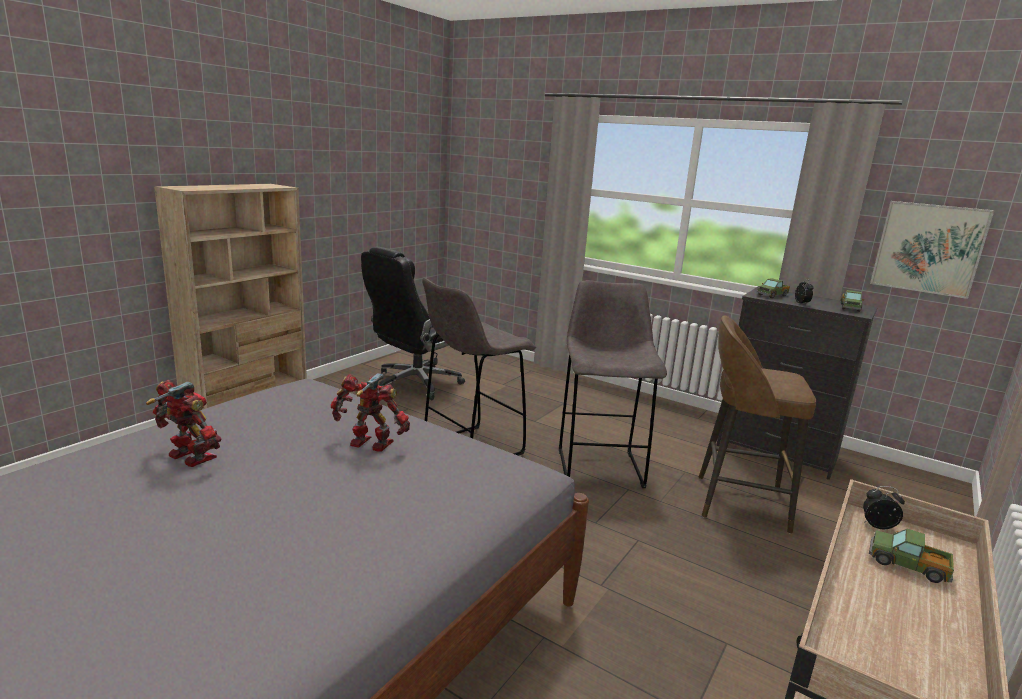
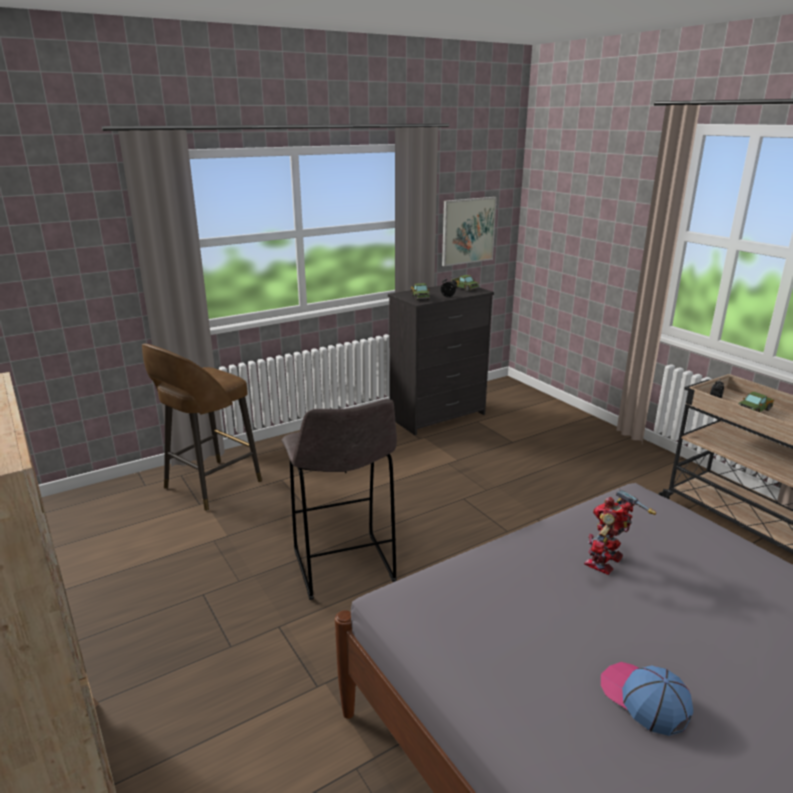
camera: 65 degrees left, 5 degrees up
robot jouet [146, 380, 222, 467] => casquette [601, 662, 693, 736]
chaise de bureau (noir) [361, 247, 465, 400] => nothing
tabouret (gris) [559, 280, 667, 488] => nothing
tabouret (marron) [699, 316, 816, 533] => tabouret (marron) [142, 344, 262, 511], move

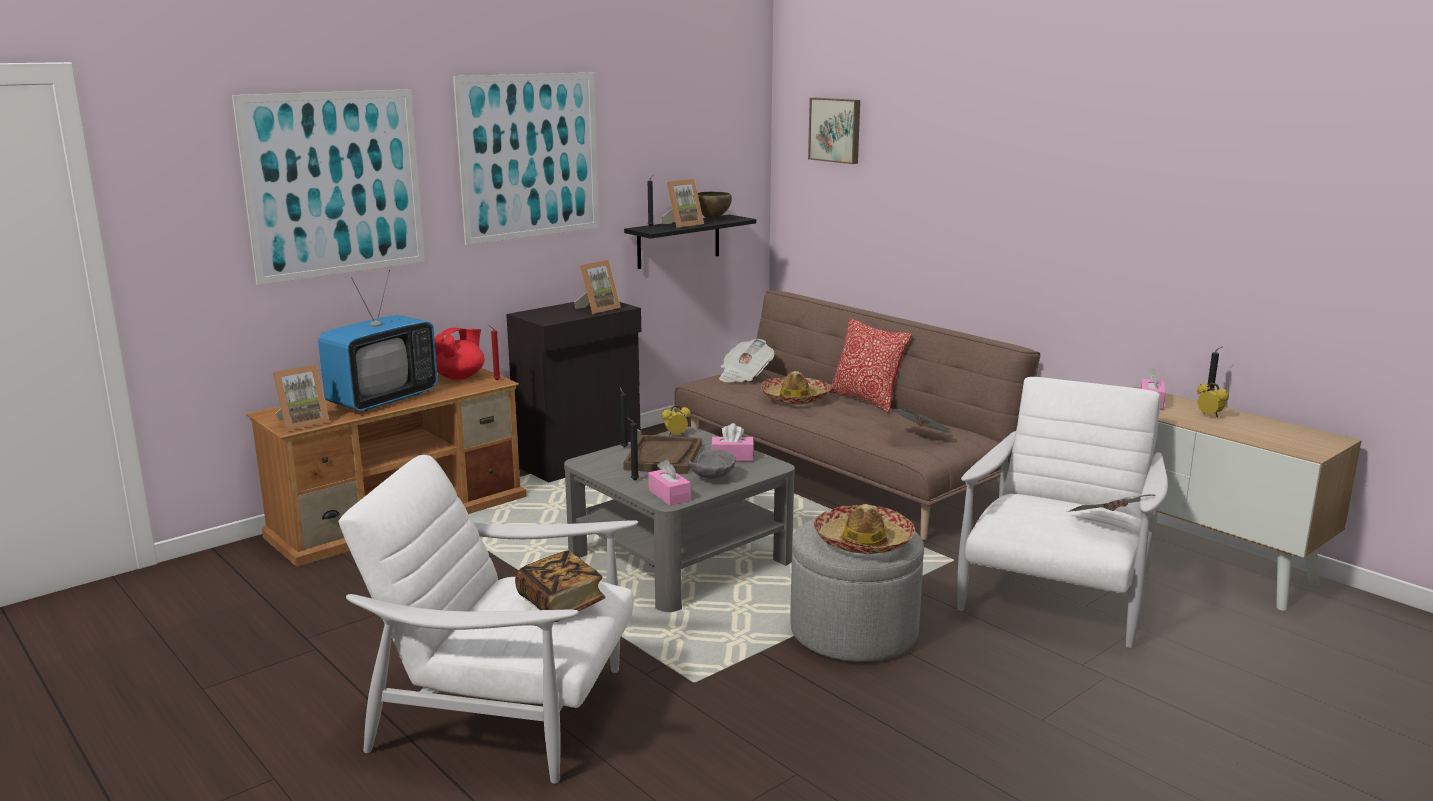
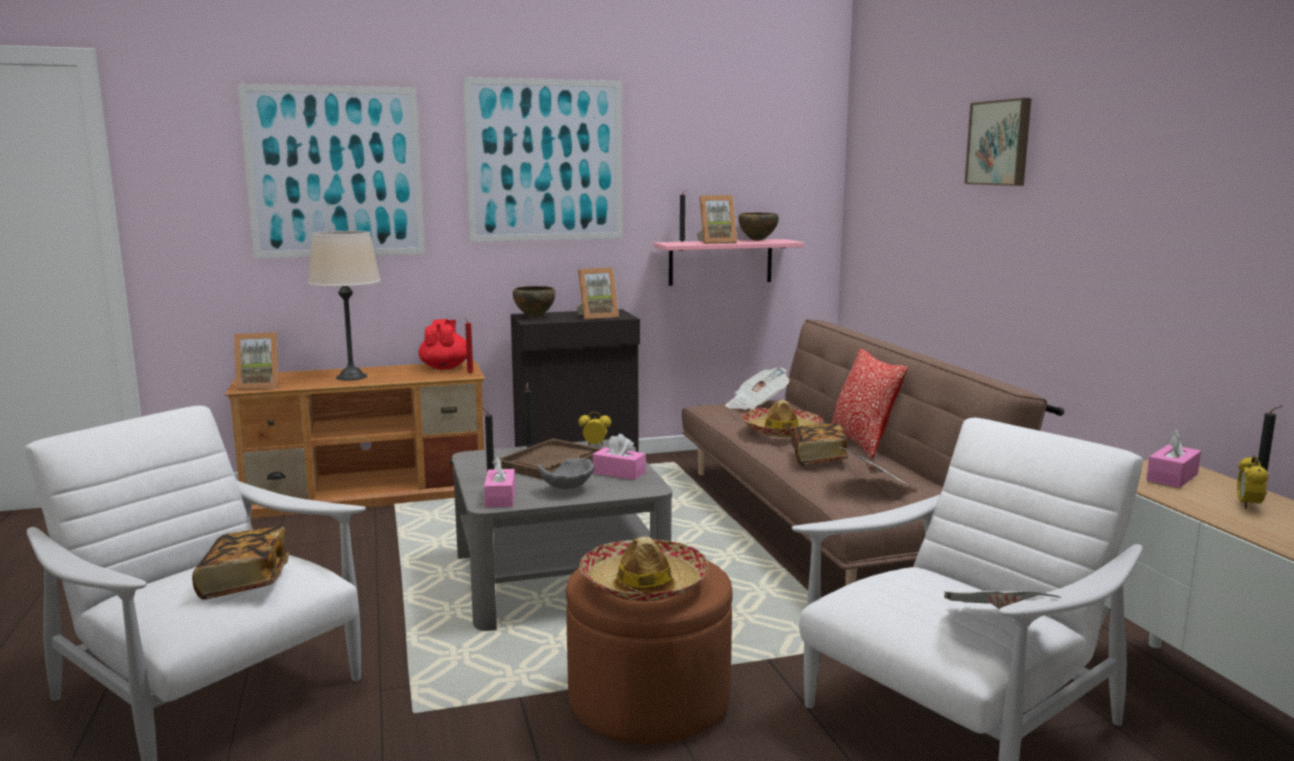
camera: 25 degrees right, 5 degrees down
téléviseur [318, 270, 438, 411] => lampe de table (beige) [308, 231, 381, 380]
théière (rouge) [435, 328, 485, 380] => théière (rouge) [419, 319, 467, 370], 60 degrees counterclockwise
étagère (noir) [624, 215, 756, 269] => étagère (rose) [653, 239, 804, 286]
pouf (gris) [790, 518, 924, 662] => pouf (marron) [566, 560, 733, 744]
tableau [808, 98, 860, 164] => tableau [964, 98, 1031, 186], move
réveil [1197, 383, 1229, 418] => réveil [1237, 455, 1269, 509], 150 degrees counterclockwise
nothing => bol (marron) [513, 286, 556, 317]
nothing => livre [791, 424, 848, 465]

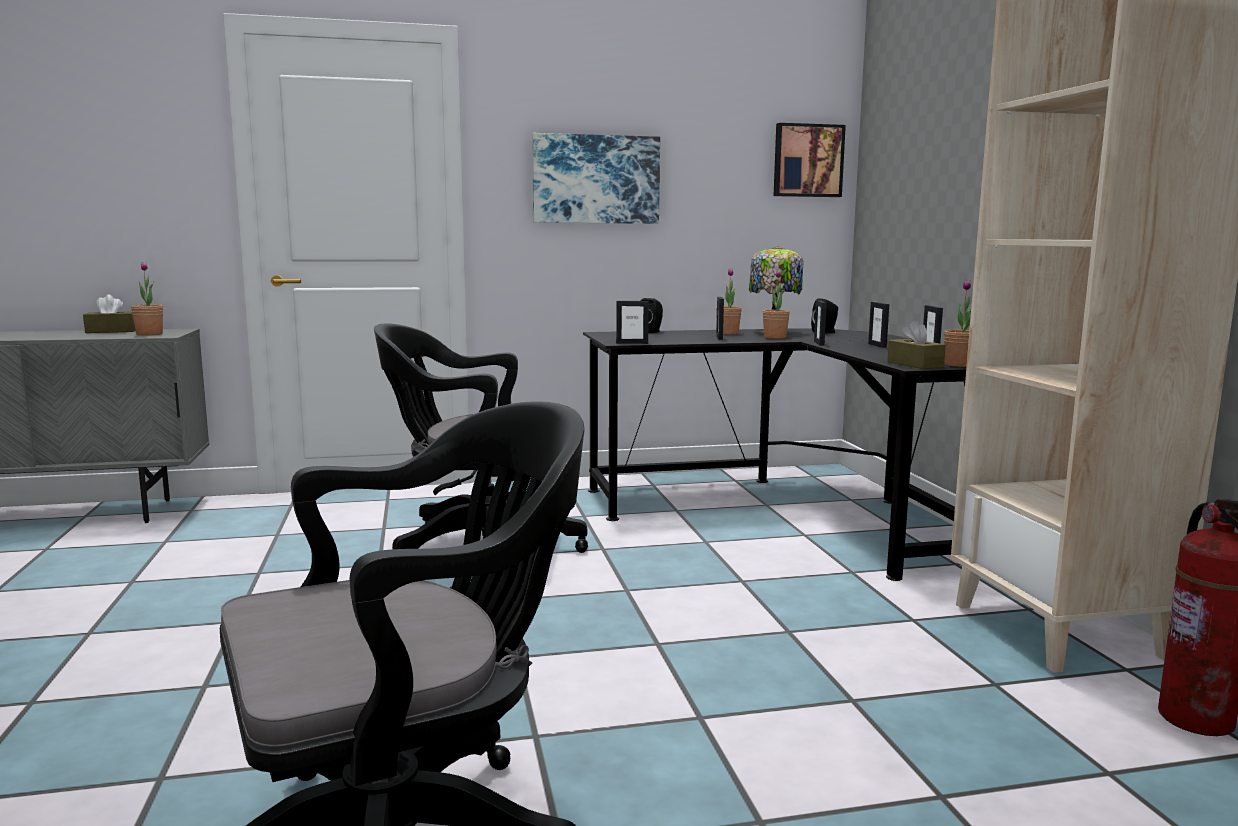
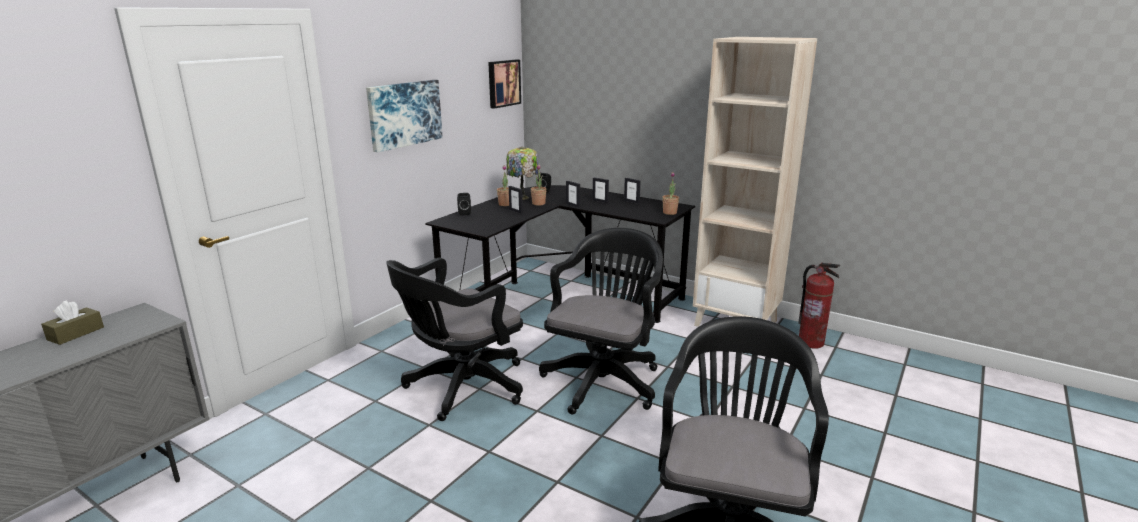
camera: 45 degrees left, 10 degrees up
plante en pot [131, 262, 163, 336] => nothing
cadre photo [616, 301, 649, 344] => nothing
boîte à mouchoirs (marron) [887, 320, 946, 369] => nothing
nothing => chaise de bureau (noir) [539, 228, 663, 415]

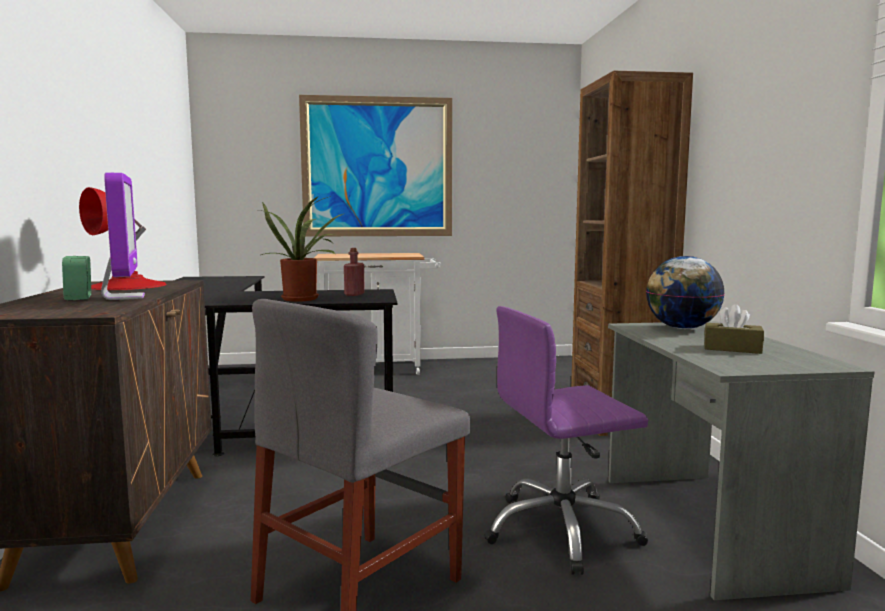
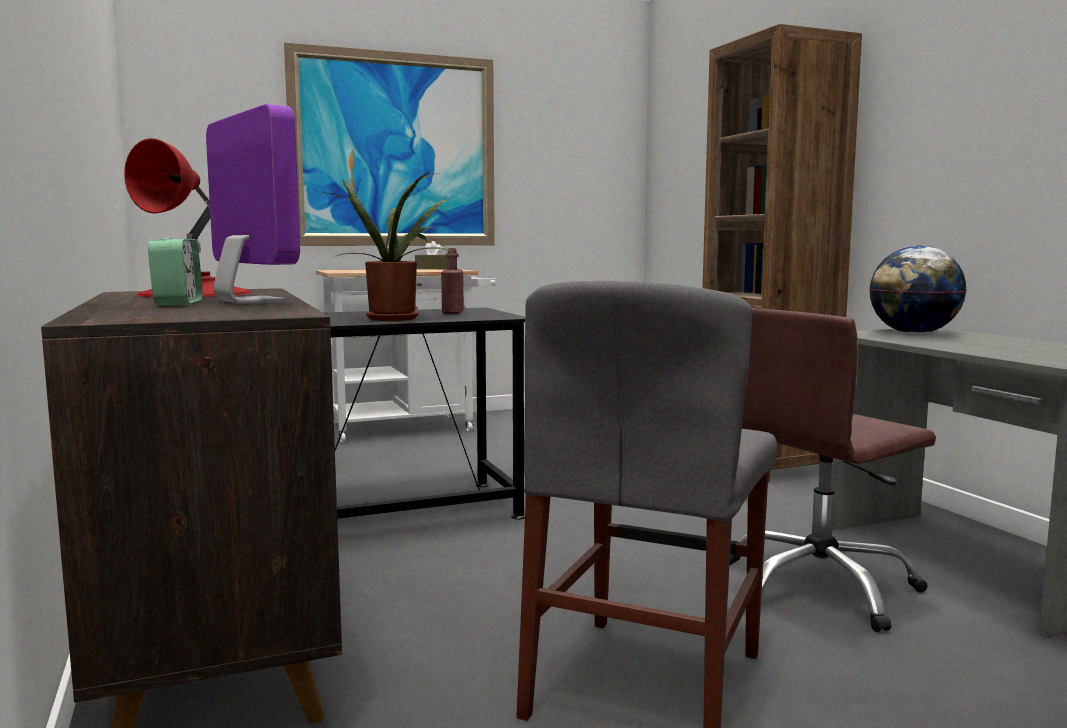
camera: 15 degrees left, 0 degrees up
réveil [62, 256, 91, 300] => réveil [148, 238, 203, 306], 150 degrees counterclockwise
chaise de bureau (violet) [484, 306, 648, 575] => chaise de bureau (marron) [730, 308, 936, 632]
boîte à mouchoirs (marron) [704, 304, 764, 354] => boîte à mouchoirs (marron) [415, 241, 448, 269], move

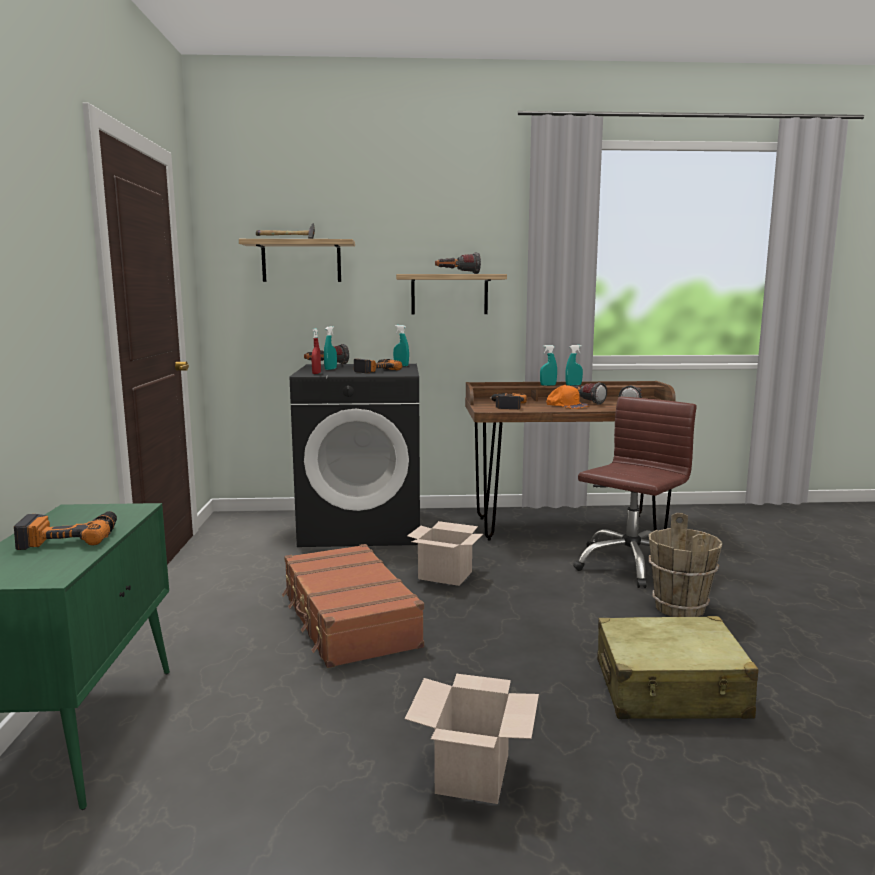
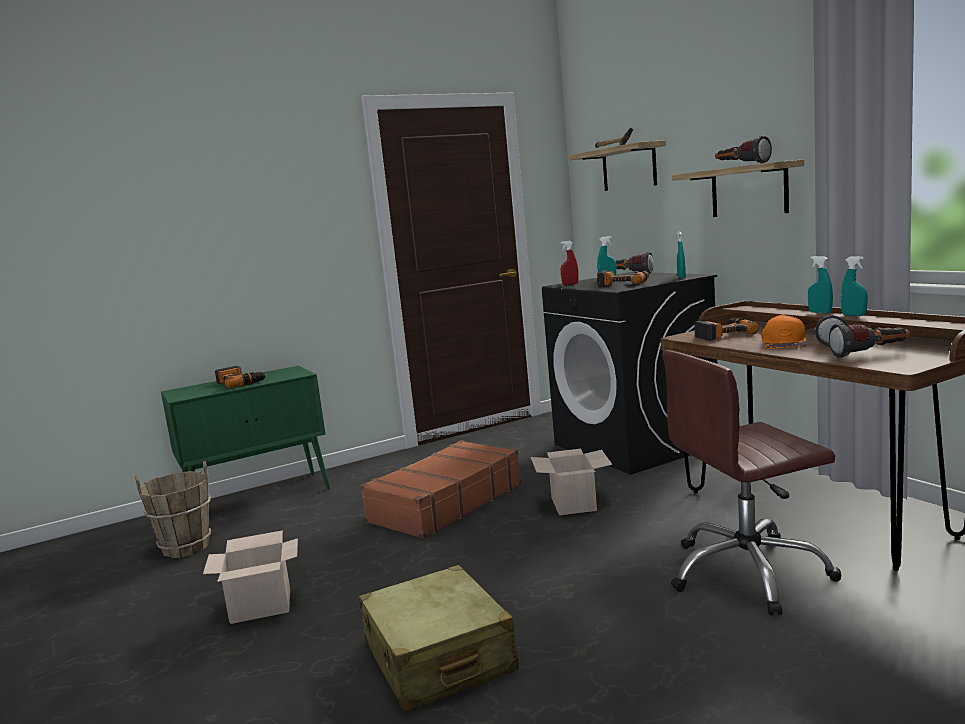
camera: 65 degrees right, 0 degrees up
chaise de bureau (marron) [573, 397, 697, 588] => chaise de bureau (marron) [662, 350, 842, 616], 150 degrees clockwise
seau (marron) [649, 513, 723, 617] => seau (marron) [135, 461, 211, 558], move

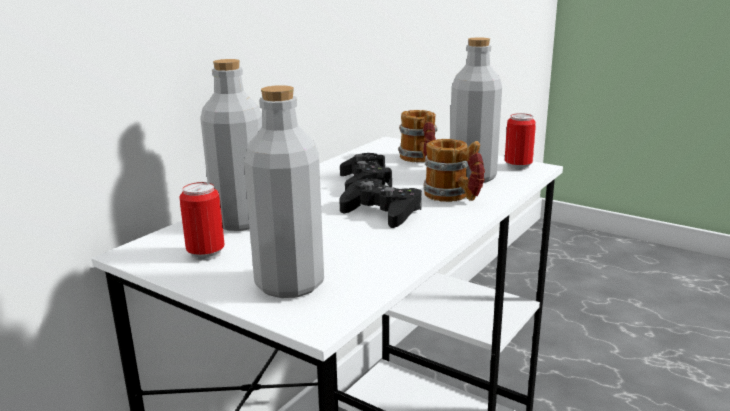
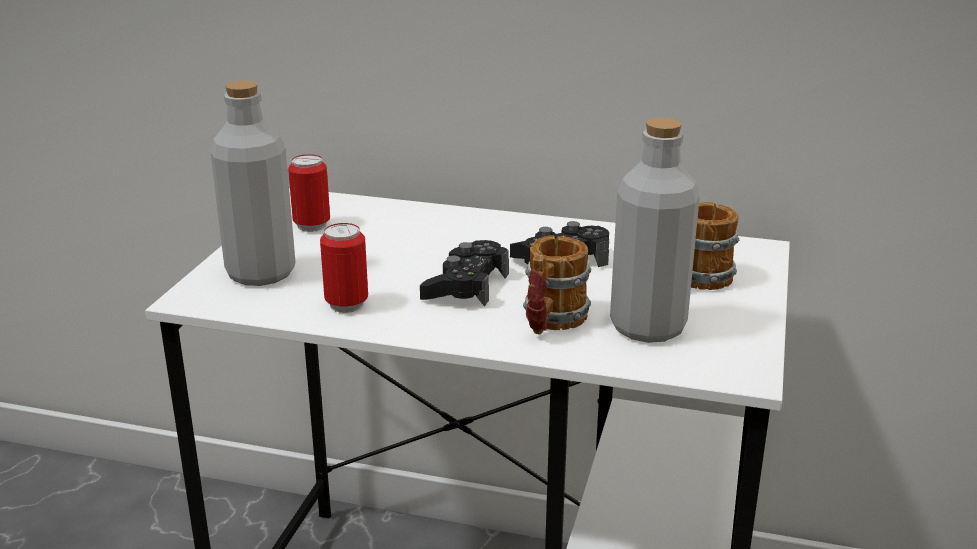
camera: 70 degrees right, 5 degrees up
bouteille (gris) [200, 59, 262, 231] => nothing
boîte métallique [505, 113, 536, 170] => boîte métallique [320, 223, 368, 313], move

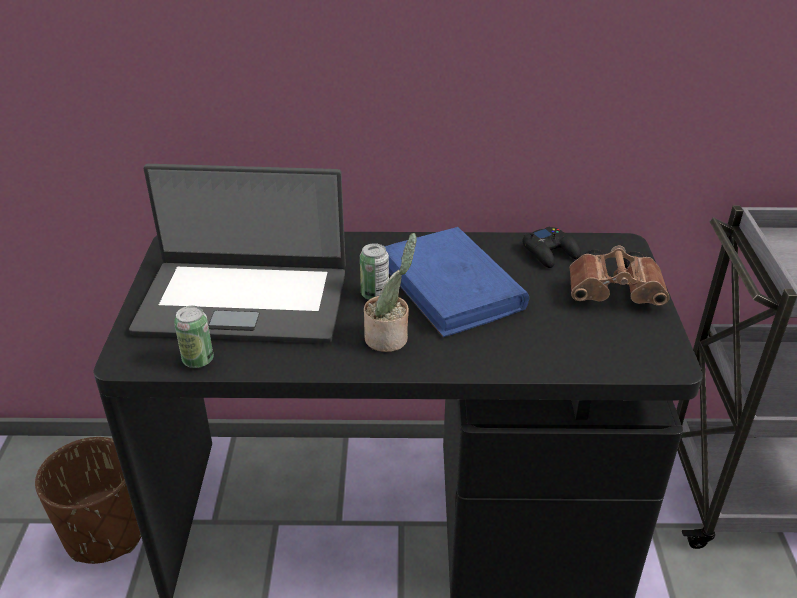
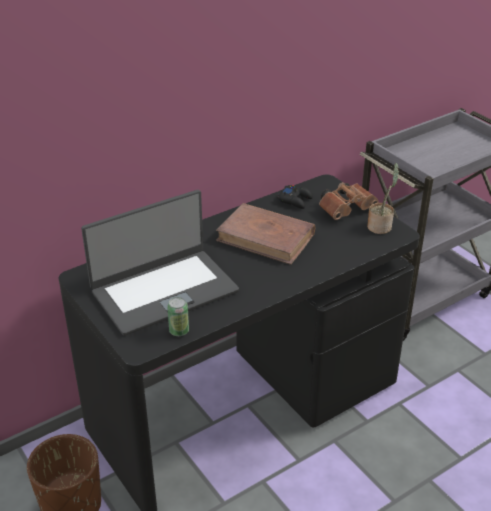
camera: 35 degrees left, 0 degrees up
boîte métallique [360, 243, 389, 300] => nothing
plante en pot [364, 233, 417, 352] => plante en pot [367, 163, 399, 234], move
livre (bleu) [384, 227, 529, 337] => livre (marron) [216, 203, 315, 265]

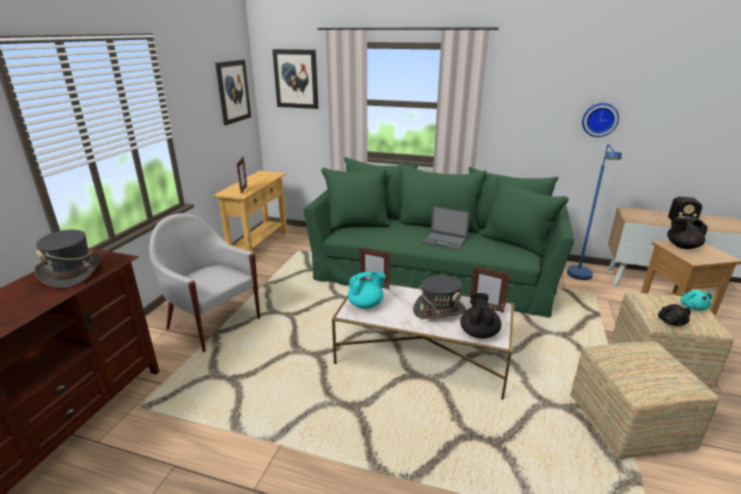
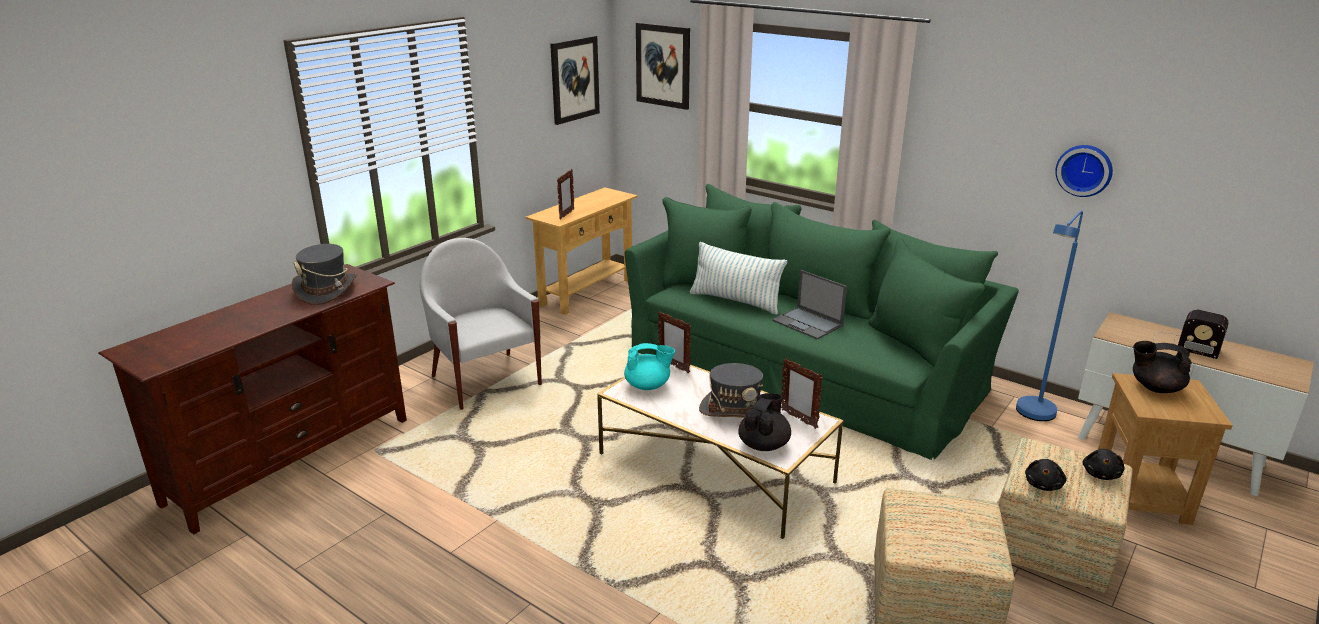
camera: 20 degrees right, 0 degrees up
peluche (turquoise) [681, 290, 712, 311] => peluche (noir) [1082, 449, 1124, 480]
nothing => coussin [690, 242, 787, 315]

